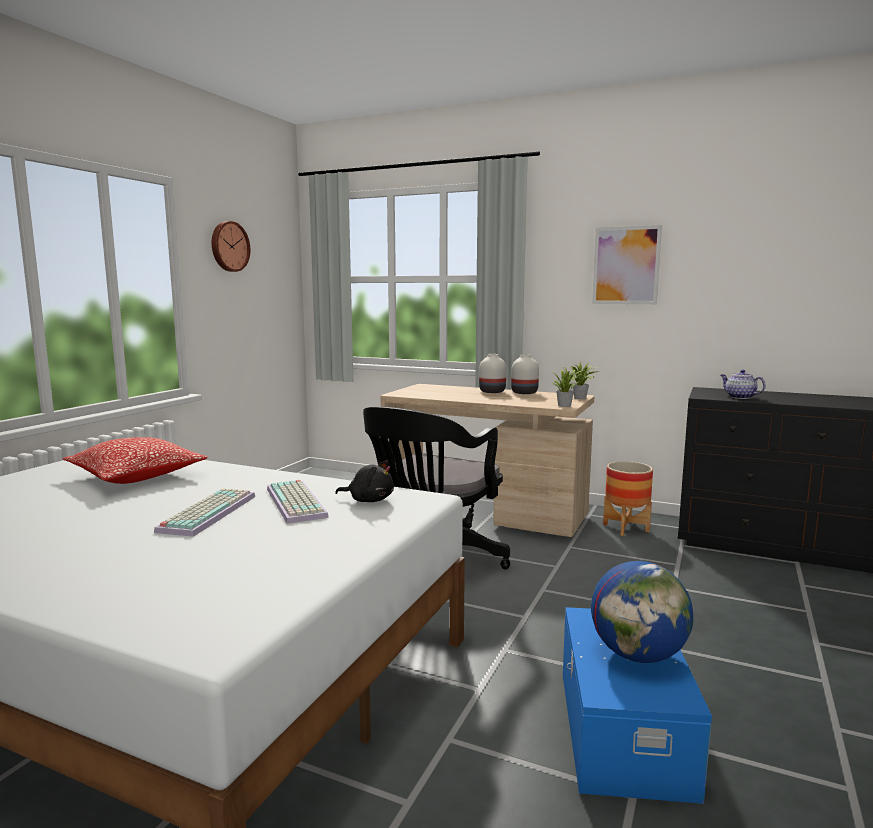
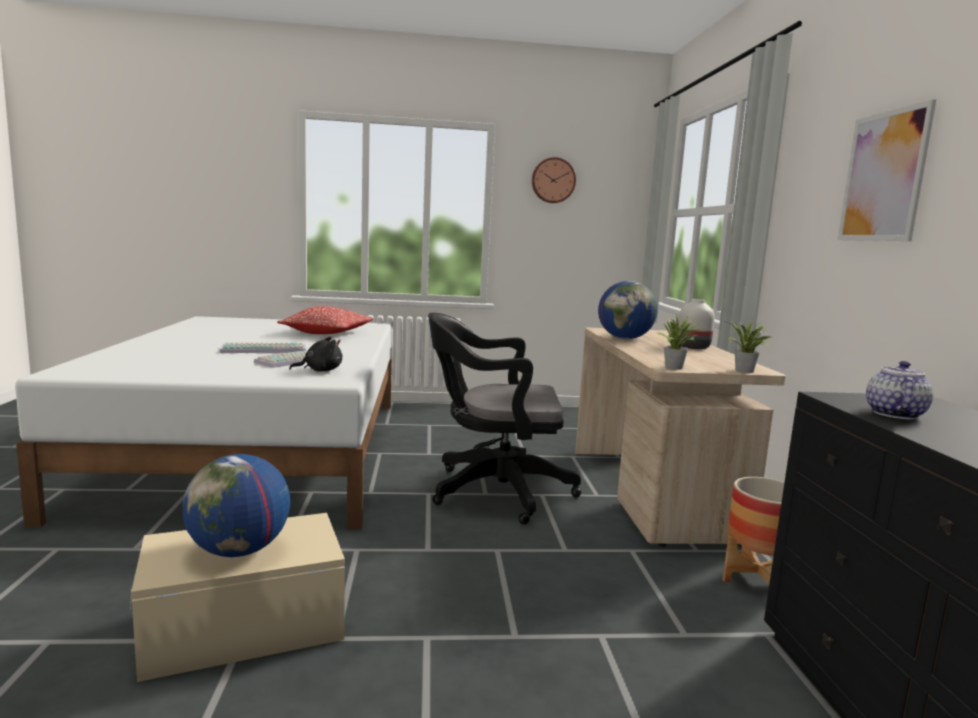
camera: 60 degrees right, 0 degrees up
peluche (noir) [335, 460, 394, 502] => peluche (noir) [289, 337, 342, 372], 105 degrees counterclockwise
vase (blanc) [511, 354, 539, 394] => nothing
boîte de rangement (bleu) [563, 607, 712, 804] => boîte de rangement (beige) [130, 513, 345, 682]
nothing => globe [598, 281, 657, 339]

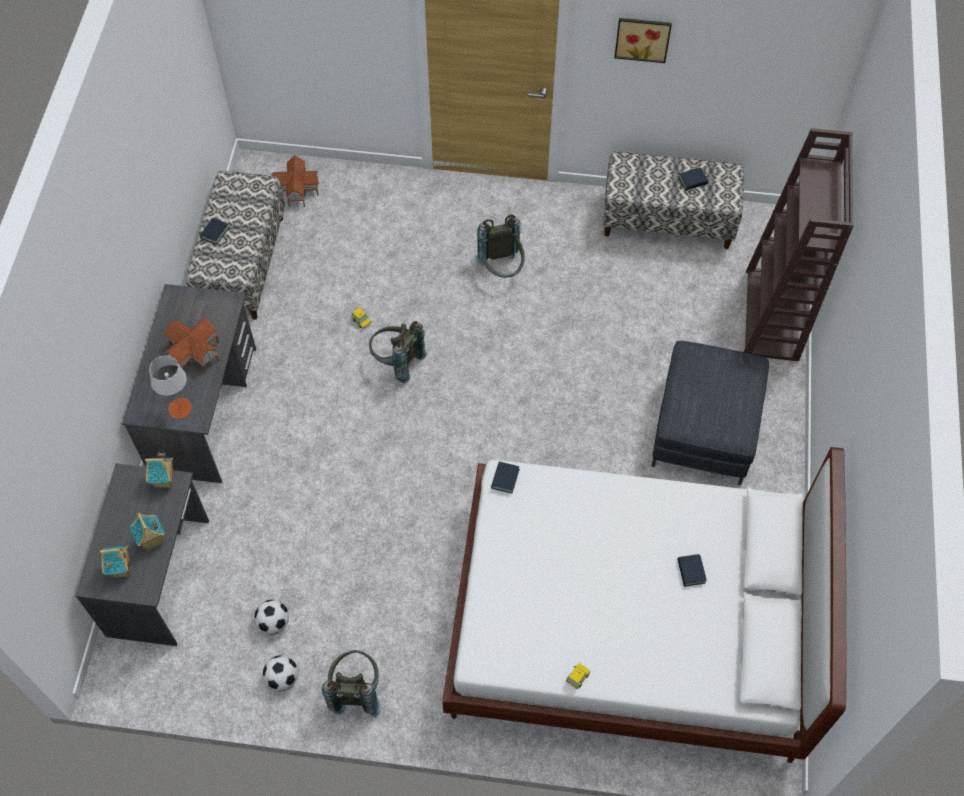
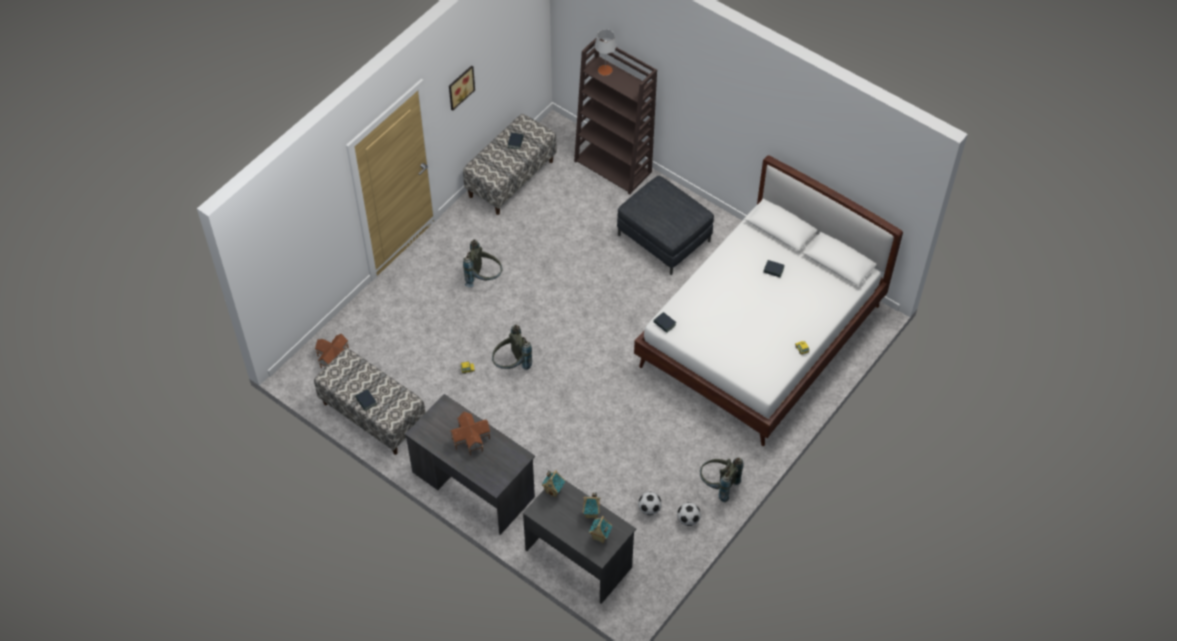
camera: 60 degrees left, 5 degrees down
lampe de table (gris) [149, 356, 192, 418] => lampe de table (gris) [595, 29, 616, 76], move

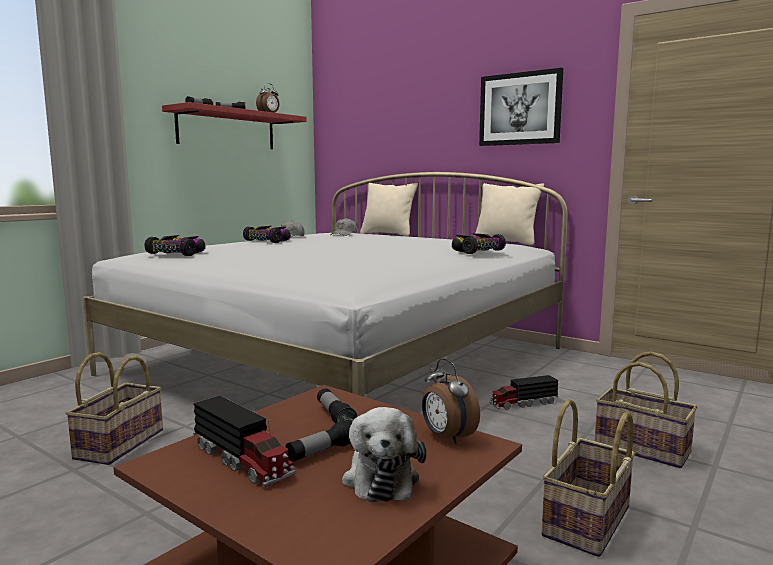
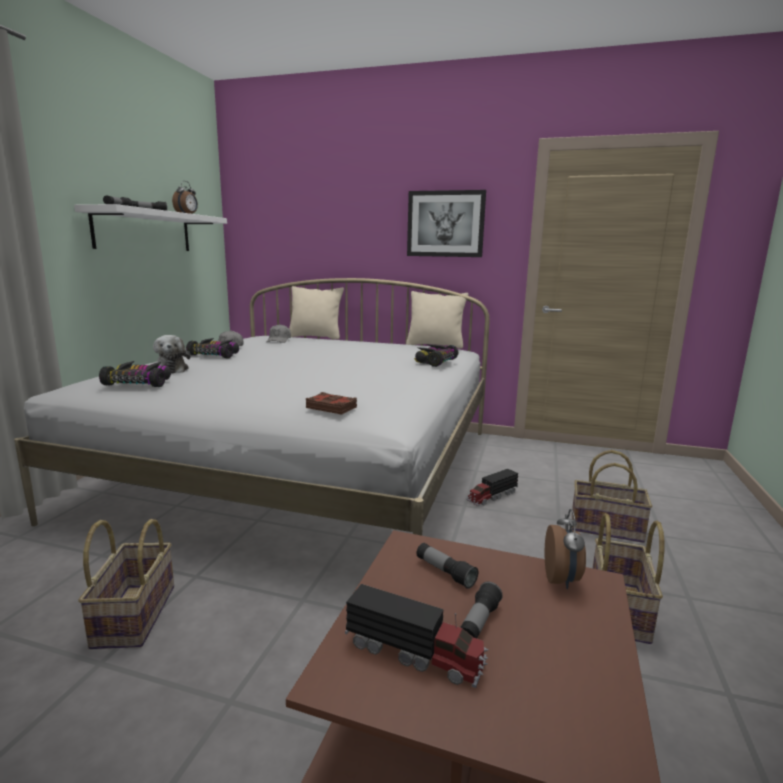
camera: 20 degrees left, 5 degrees up
étagère (rouge) [162, 102, 307, 149] => étagère (blanc) [74, 204, 227, 251]
peluche [342, 407, 427, 502] => peluche [153, 335, 191, 374], move
réveil [422, 358, 480, 444] => réveil [545, 509, 586, 589], 120 degrees counterclockwise
nothing => livre (marron) [306, 392, 357, 415]

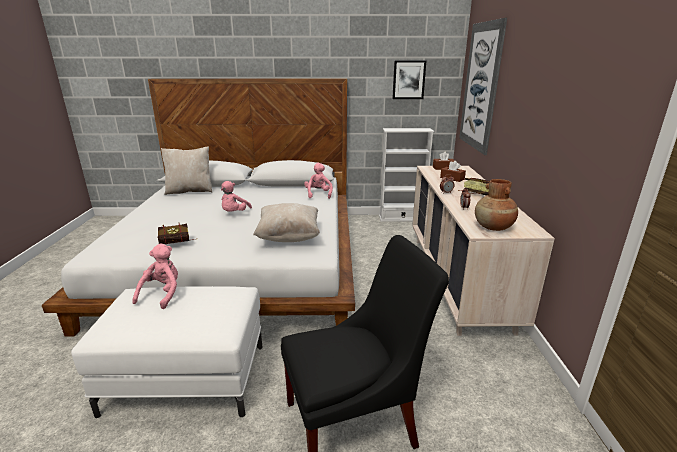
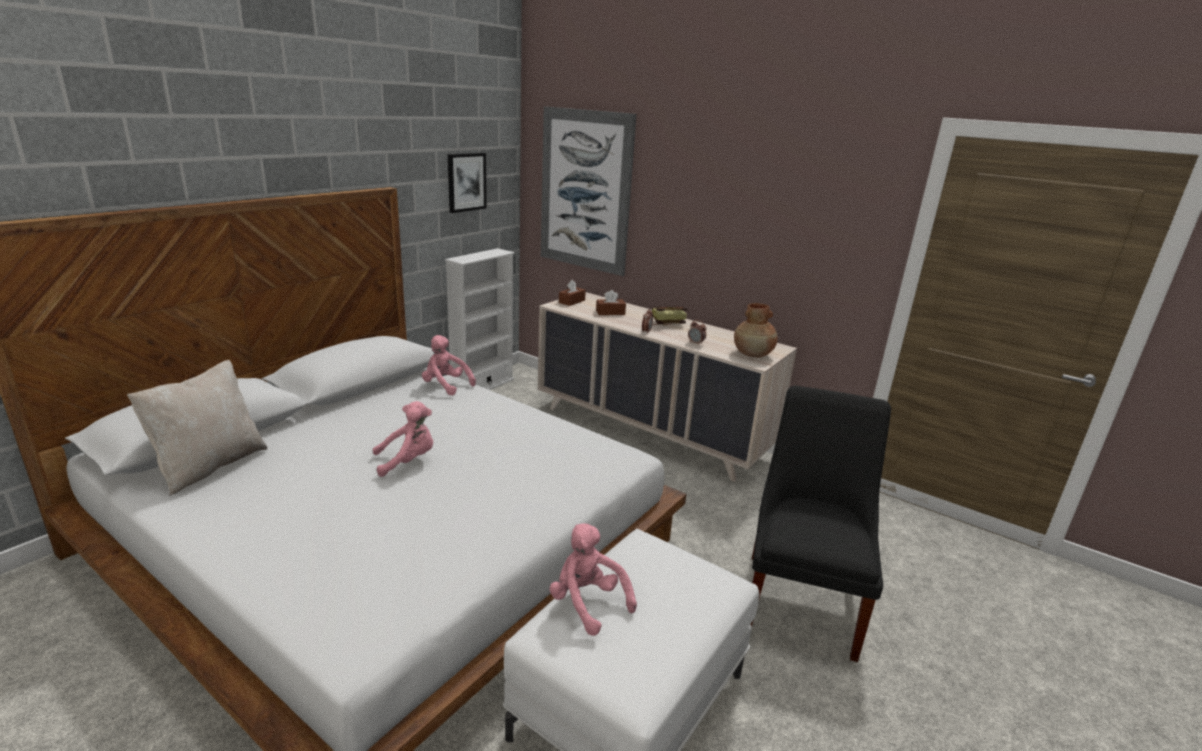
camera: 55 degrees left, 0 degrees up
livre [158, 223, 194, 244] => nothing
peluche (rose) [221, 181, 252, 212] => peluche (rose) [373, 401, 433, 477], 75 degrees counterclockwise
coussin (beige) [253, 203, 320, 242] => nothing

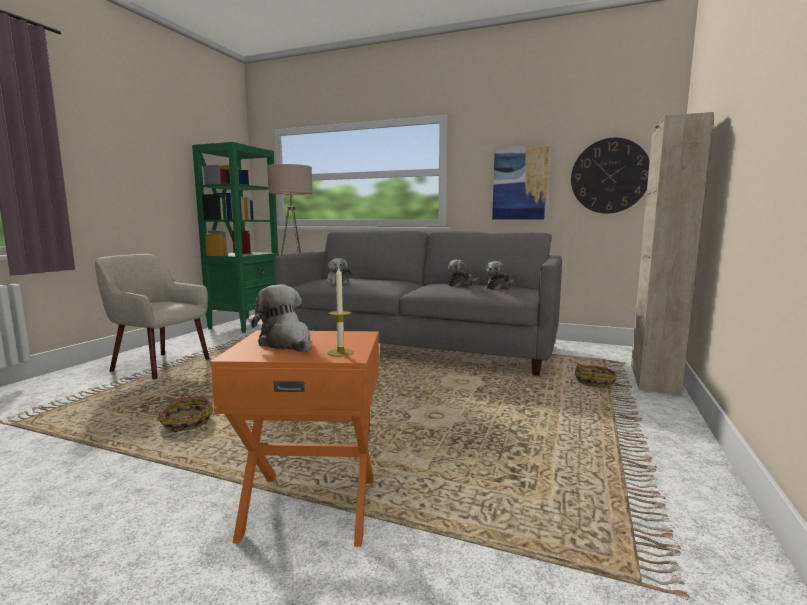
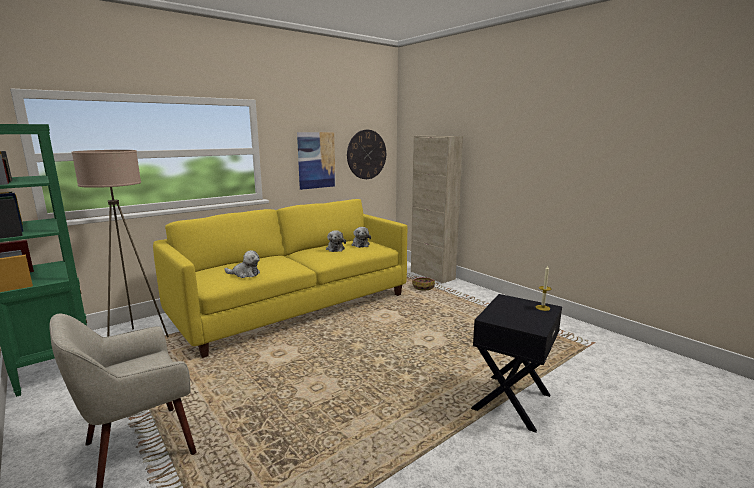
camera: 60 degrees left, 5 degrees up
panier [157, 396, 213, 432] => nothing
table d'appoint (orange) [210, 330, 379, 547] => table d'appoint (noir) [471, 294, 562, 433]
peluche [252, 284, 311, 352] => nothing
canapé (gris) [274, 230, 562, 376] => canapé (jaune) [153, 199, 407, 358]

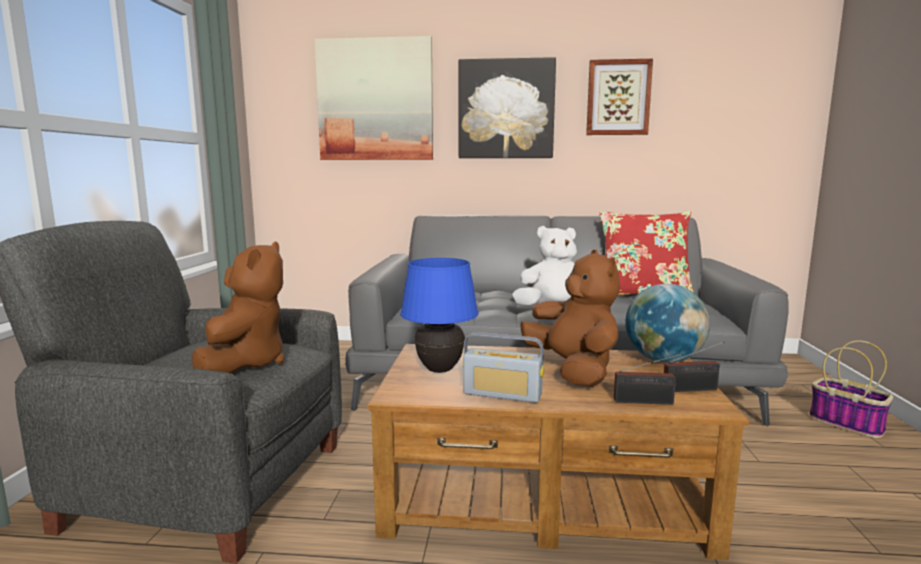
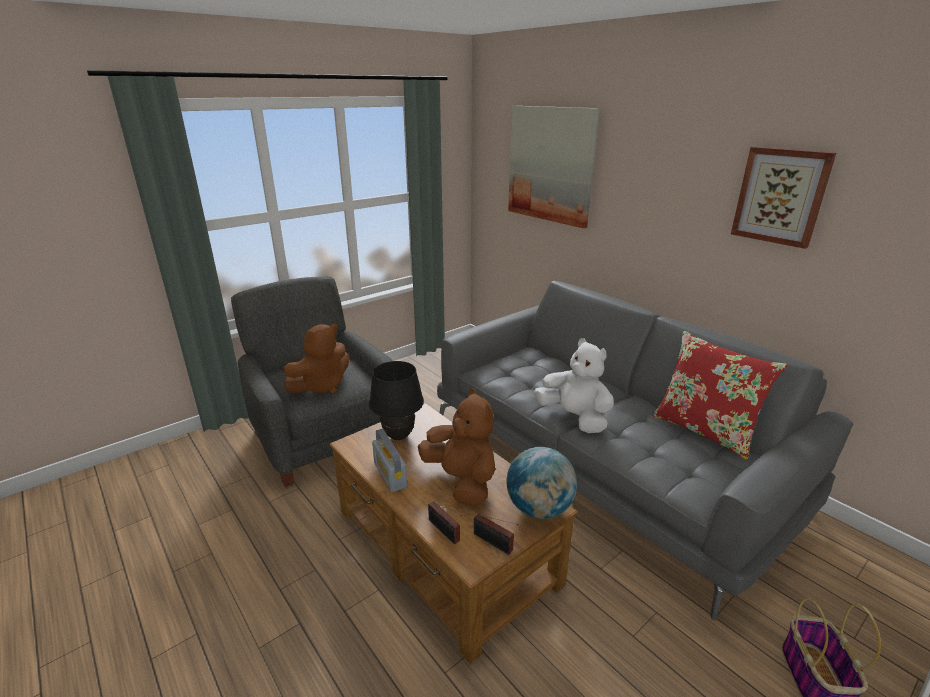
camera: 45 degrees right, 15 degrees up
lampe de table (bleu) [400, 258, 478, 373] => lampe de table (noir) [369, 361, 424, 440]
tableau [459, 57, 556, 158] => nothing
peluche (marron) [520, 250, 620, 387] => peluche (marron) [418, 389, 495, 506], 60 degrees counterclockwise

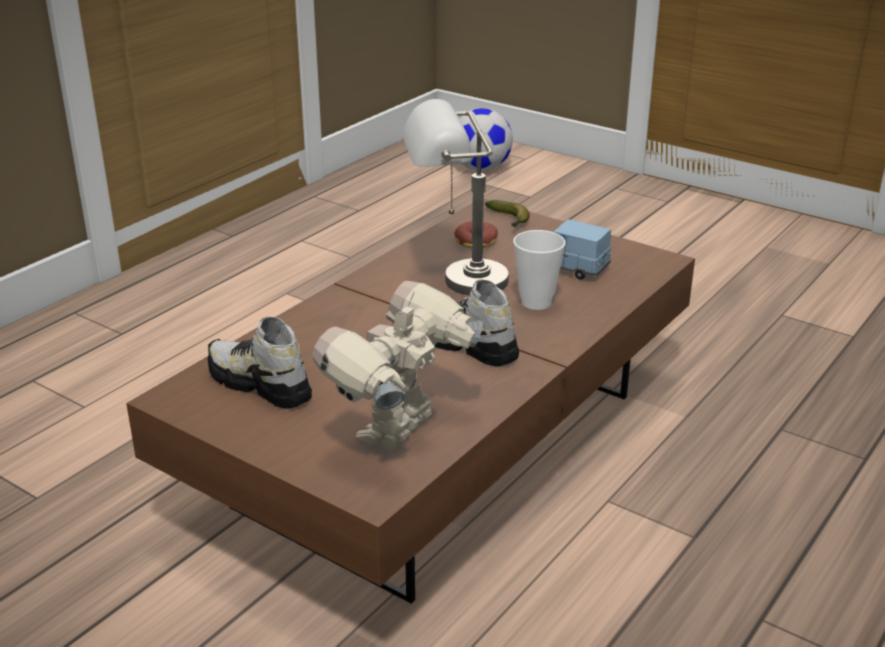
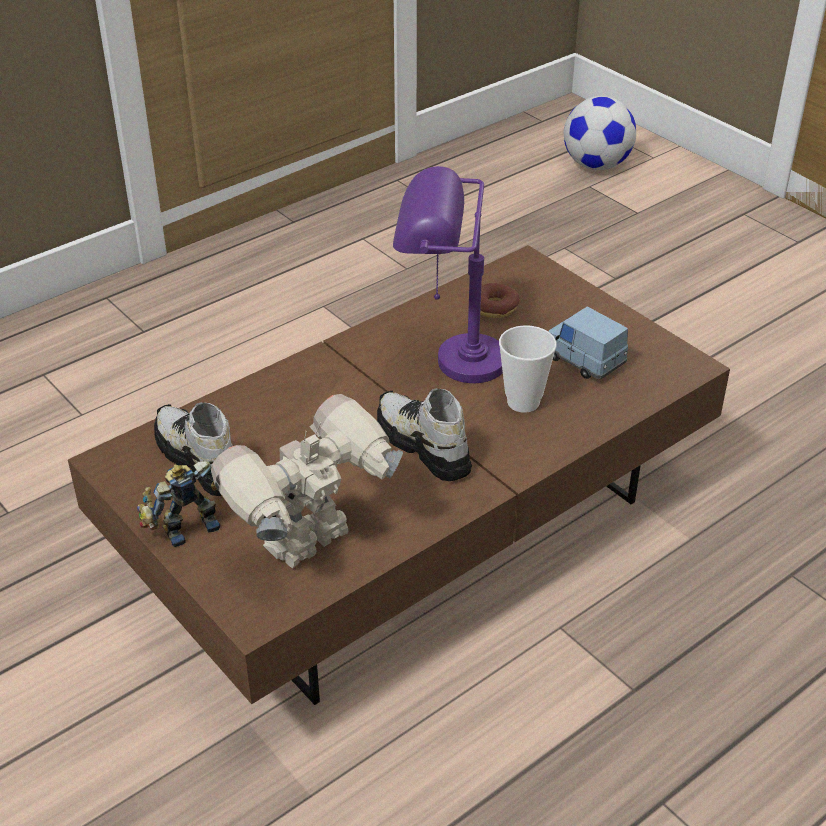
camera: 15 degrees right, 10 degrees up
lampe de table (gris) [403, 99, 509, 295] => lampe de table (violet) [393, 166, 503, 383]
banane [485, 200, 530, 227] => nothing
nothing => robot jouet [137, 461, 223, 547]

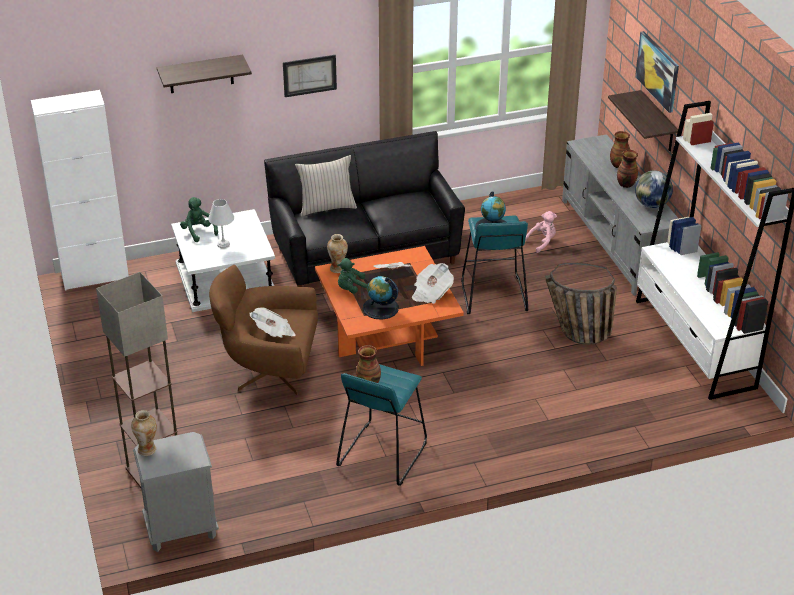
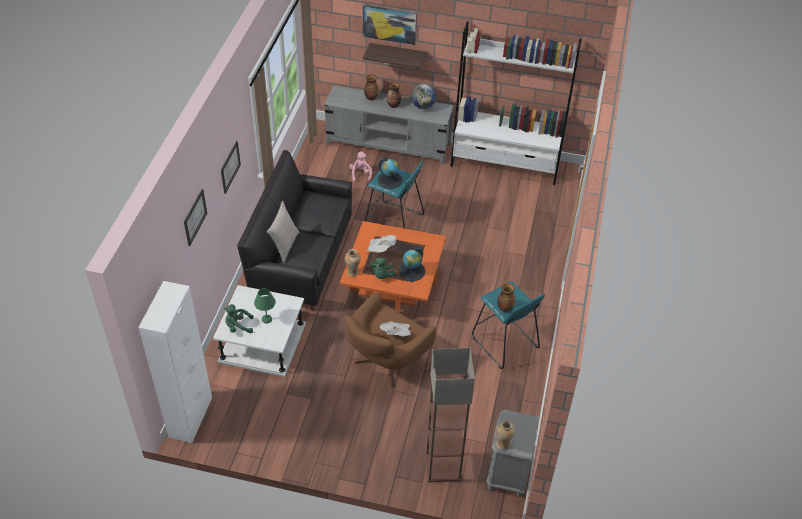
camera: 60 degrees left, 10 degrees up
étagère [157, 55, 252, 93] => tableau [184, 189, 207, 246]
lampe de table (blanc) [208, 199, 234, 248] => lampe de table (vert) [254, 288, 276, 324]
journal [412, 263, 454, 304] => nothing
panier [545, 263, 617, 345] => nothing

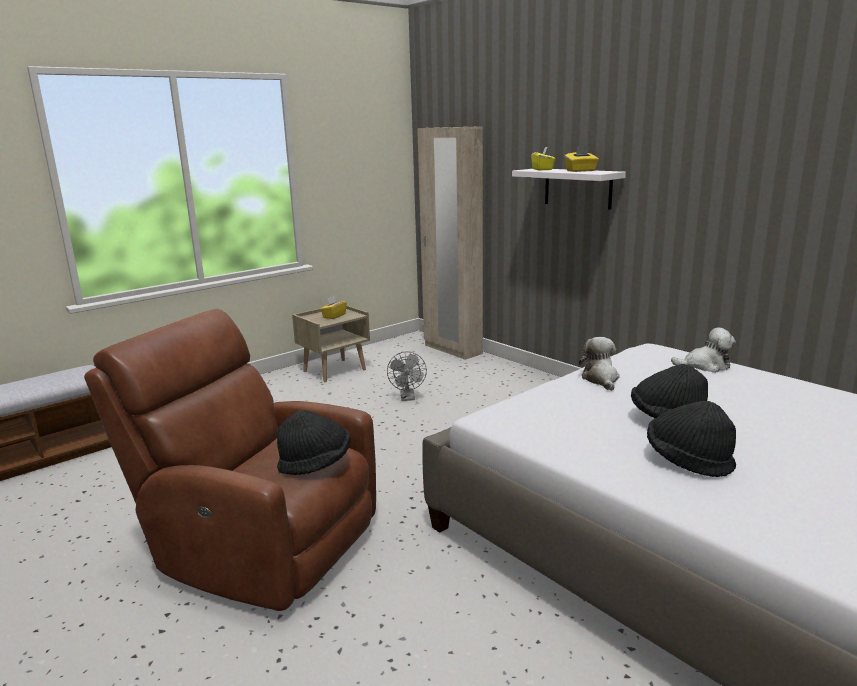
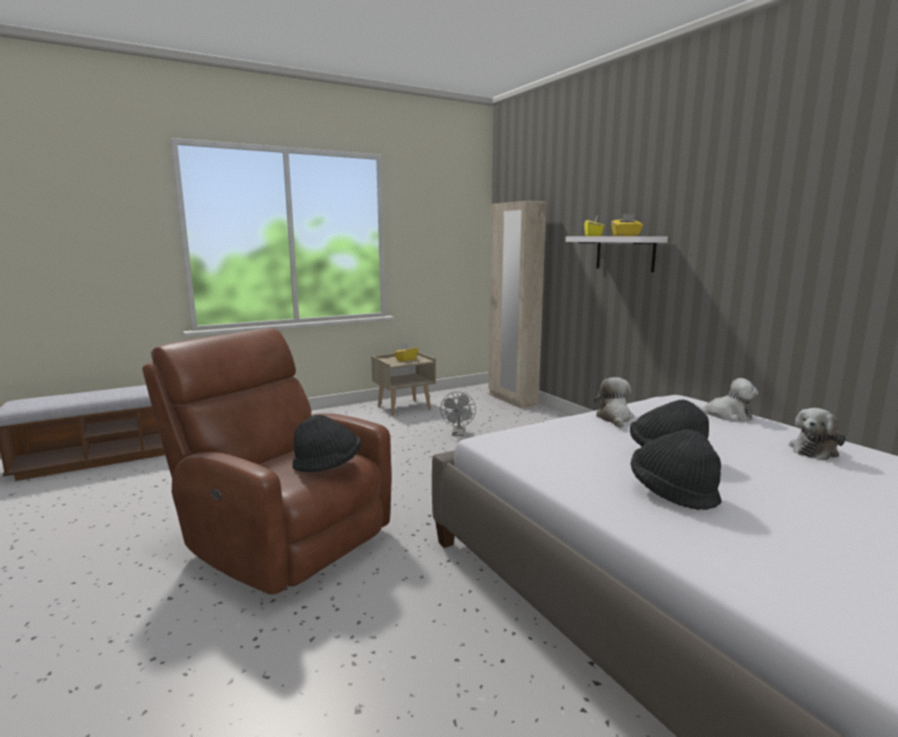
camera: 10 degrees right, 5 degrees down
nothing => peluche [789, 408, 846, 460]

